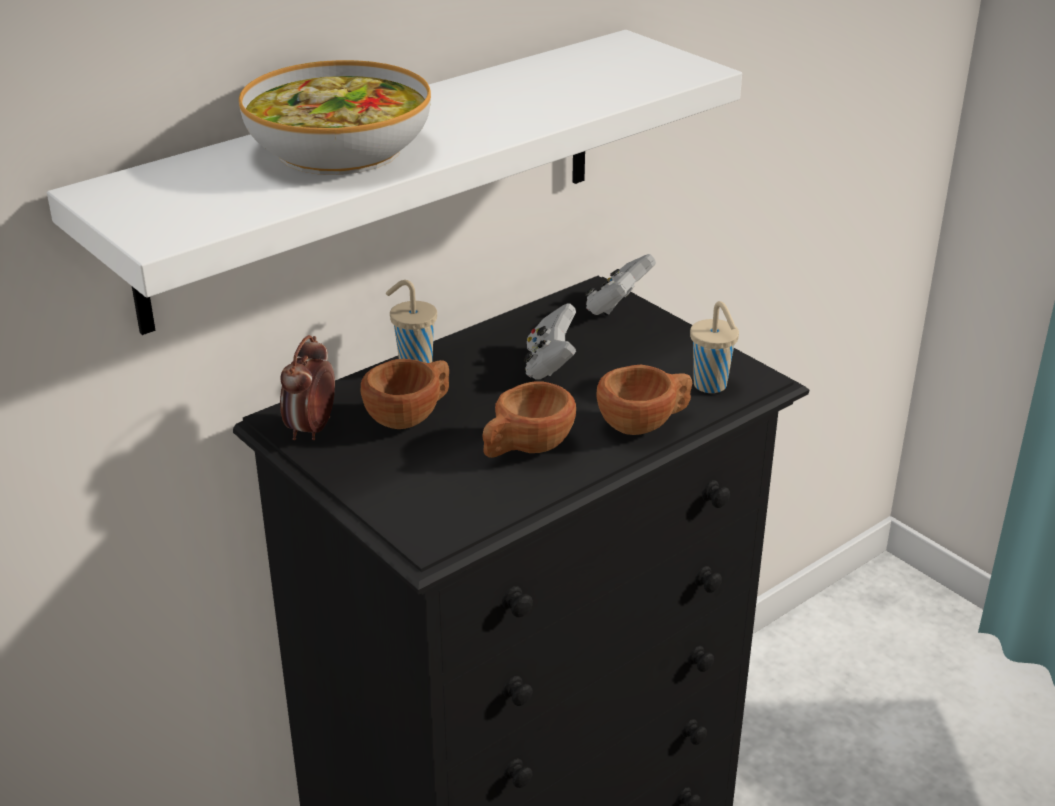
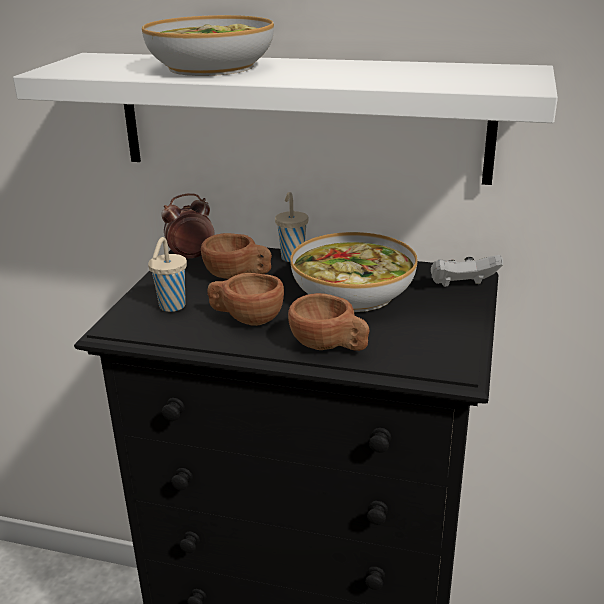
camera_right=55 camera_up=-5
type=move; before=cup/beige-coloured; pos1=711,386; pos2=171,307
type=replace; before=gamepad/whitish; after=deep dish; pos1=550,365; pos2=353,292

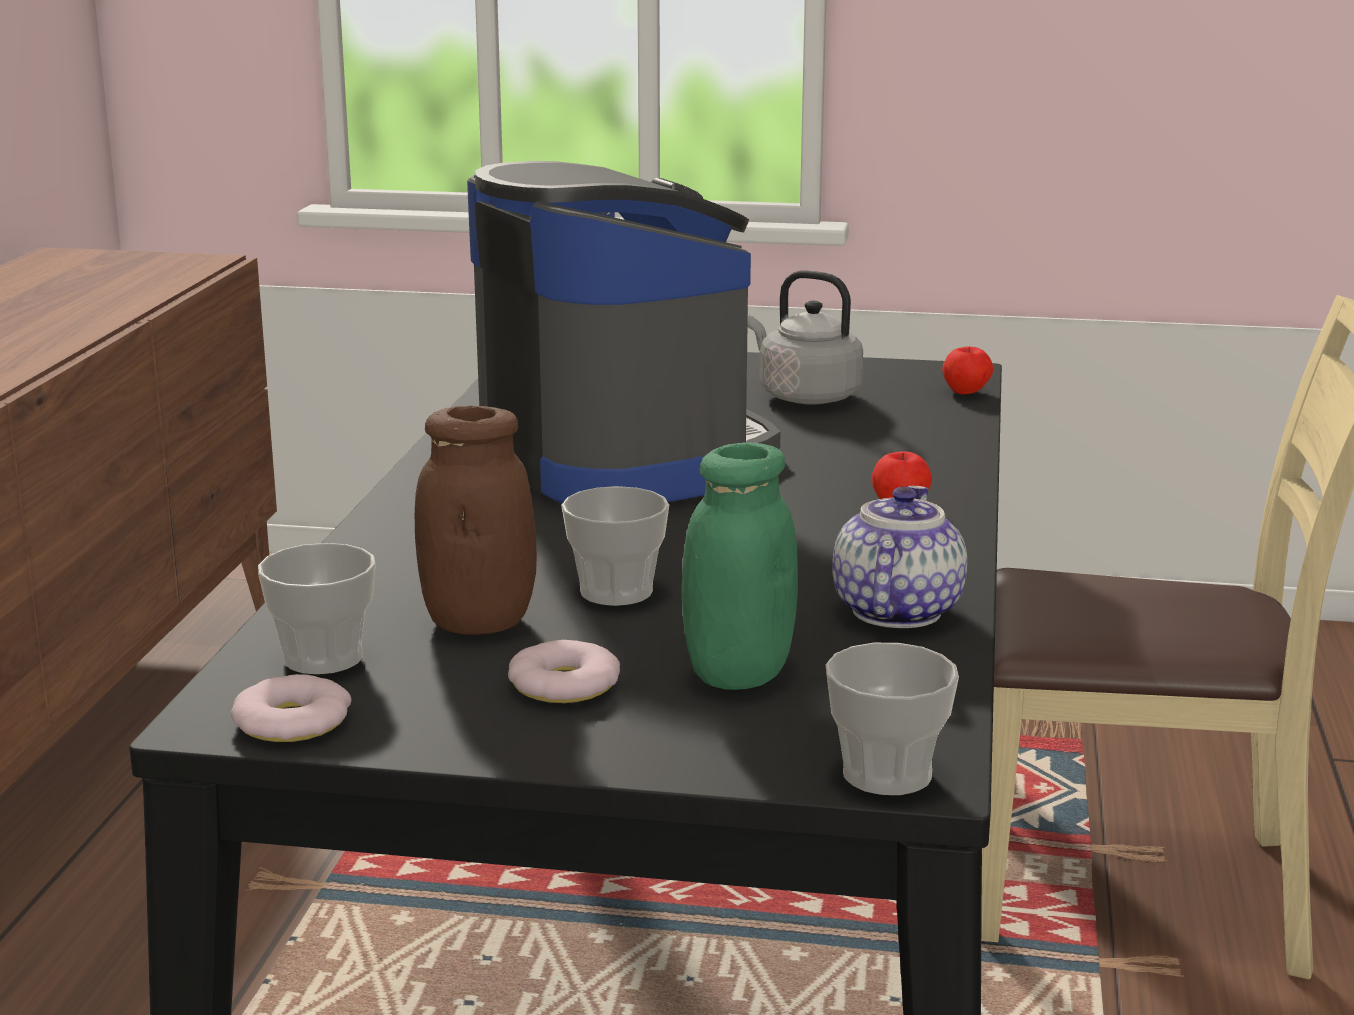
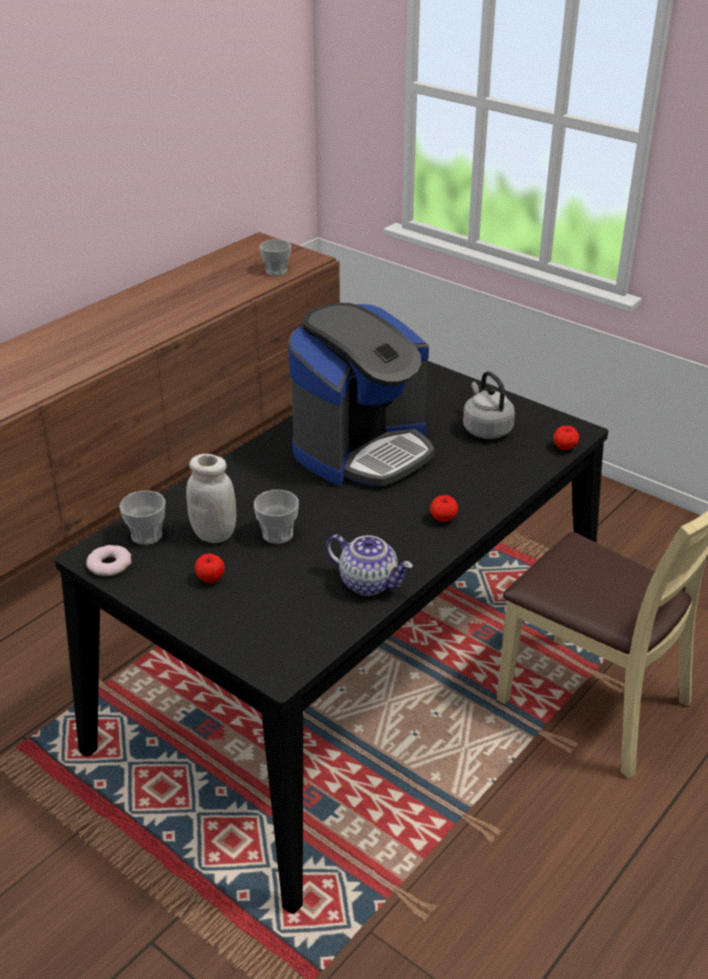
camera_right=30 camera_up=15
type=recolor; before=storage jar/brownish; after=storage jar/whitish; pos1=479,622; pos2=214,534
type=replace; before=ring doughnut; after=apple fruit; pos1=563,684; pos2=210,579
type=move; before=cup; pos1=887,774; pos2=276,271
type=rotate; before=coffee machine; pos1=622,458; pos2=363,450; turn=45
type=rotate; before=teapot; pos1=895,610; pos2=369,583; turn=75
type=delete; before=storage jar/greenish; pos1=738,673

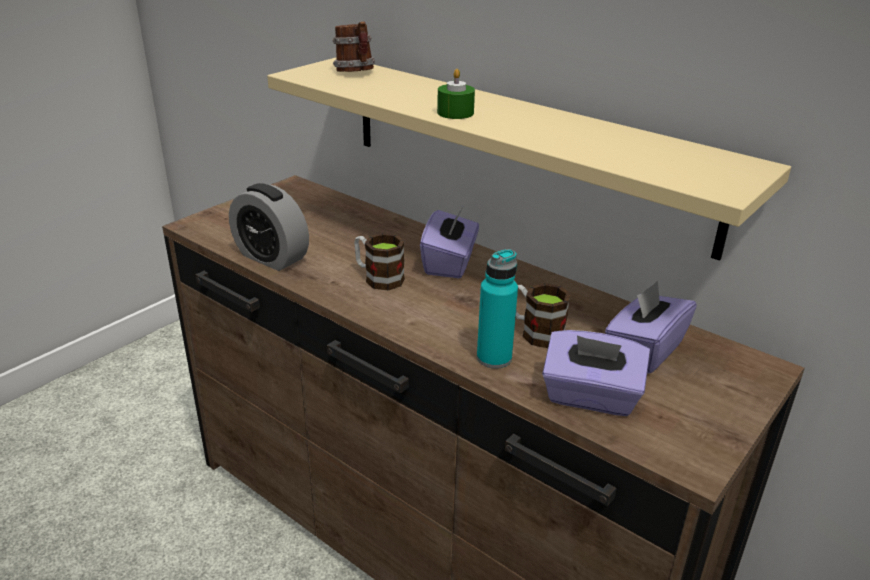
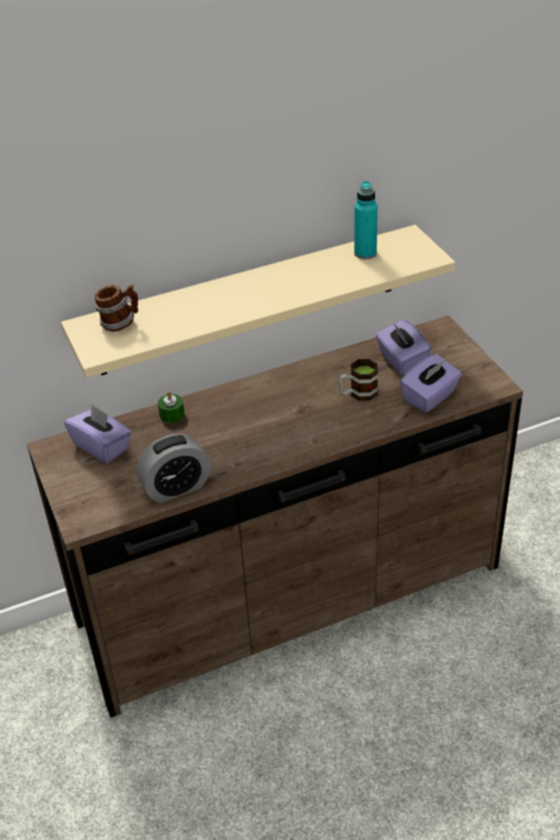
camera_right=-60 camera_up=10
type=move; before=box of tissues/purple-coloured; pos1=450,263; pos2=102,447
type=move; before=wax light/greenish; pos1=455,113; pos2=172,414
type=move; before=bottle/turquoise; pos1=494,358; pos2=365,253
type=delete; before=coffee mug; pos1=378,277

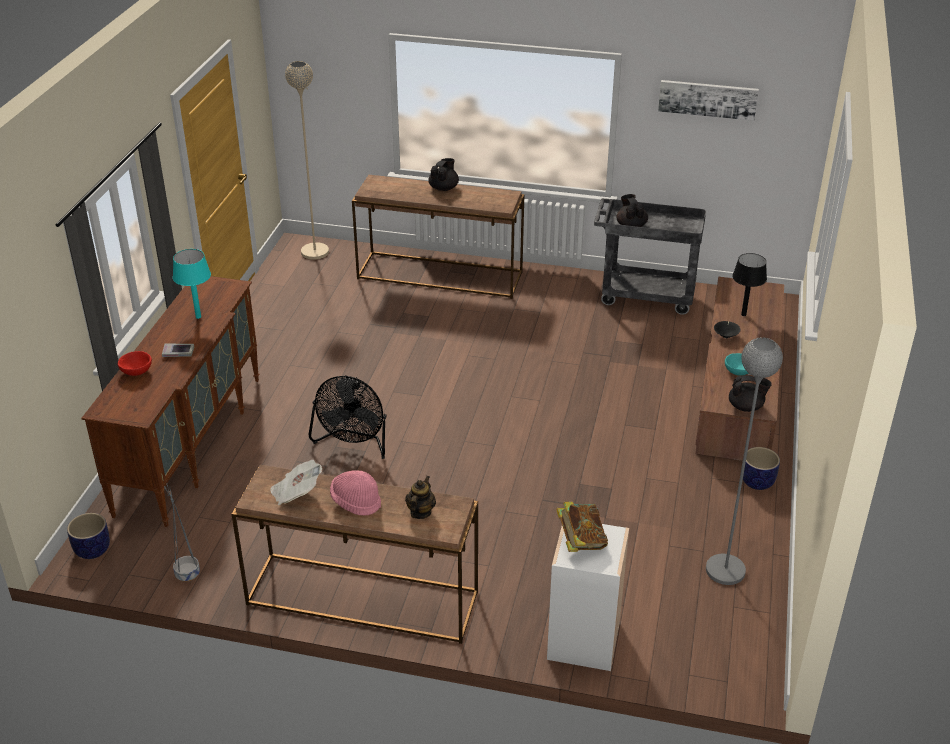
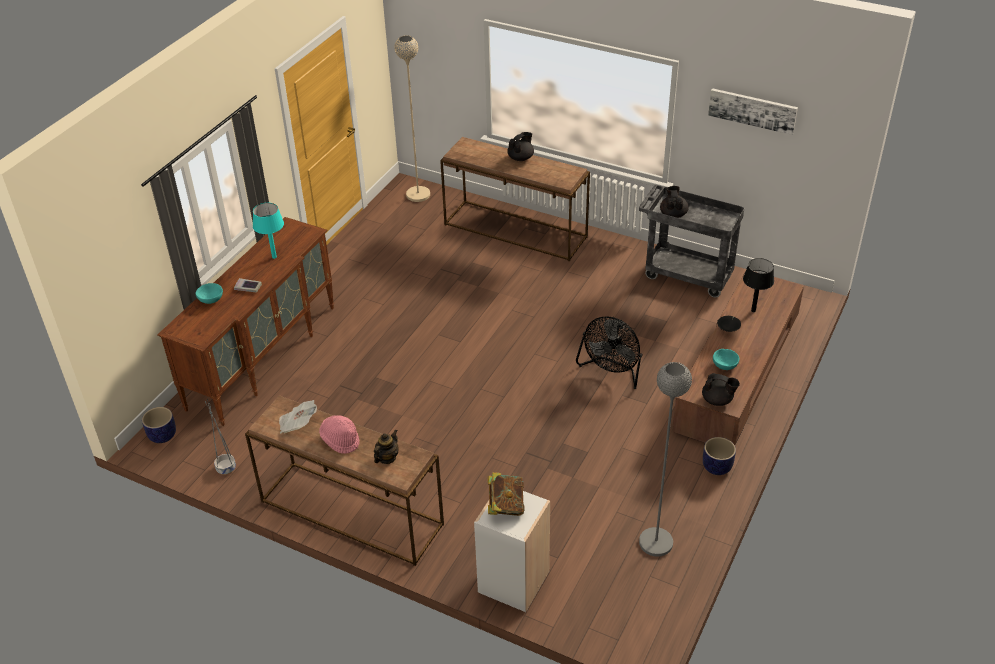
camera_right=15 camera_up=5
type=recolor; before=deep dish/red; after=deep dish/turquoise; pos1=137,371; pos2=211,300
type=move; before=cooling fan/black; pos1=352,440; pos2=611,368

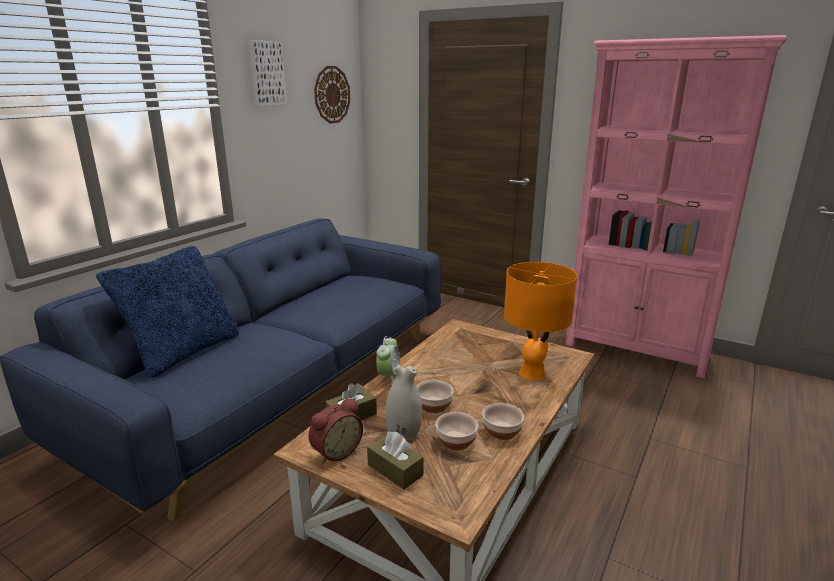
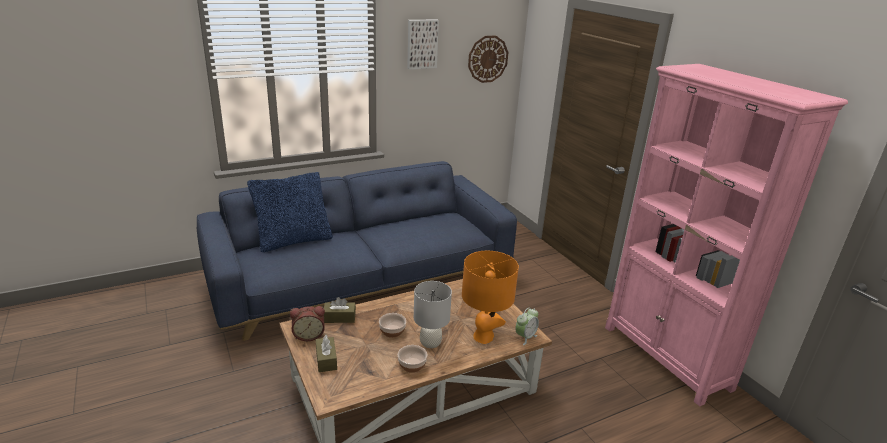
camera_right=30 camera_up=5
type=insert; after=lamp for a table/grey; pos2=429,343
type=move; before=table clock; pos1=388,376; pos2=525,337
type=delete; before=flower vase/whitish; pos1=403,433
type=delete; before=deep dish; pos1=456,441

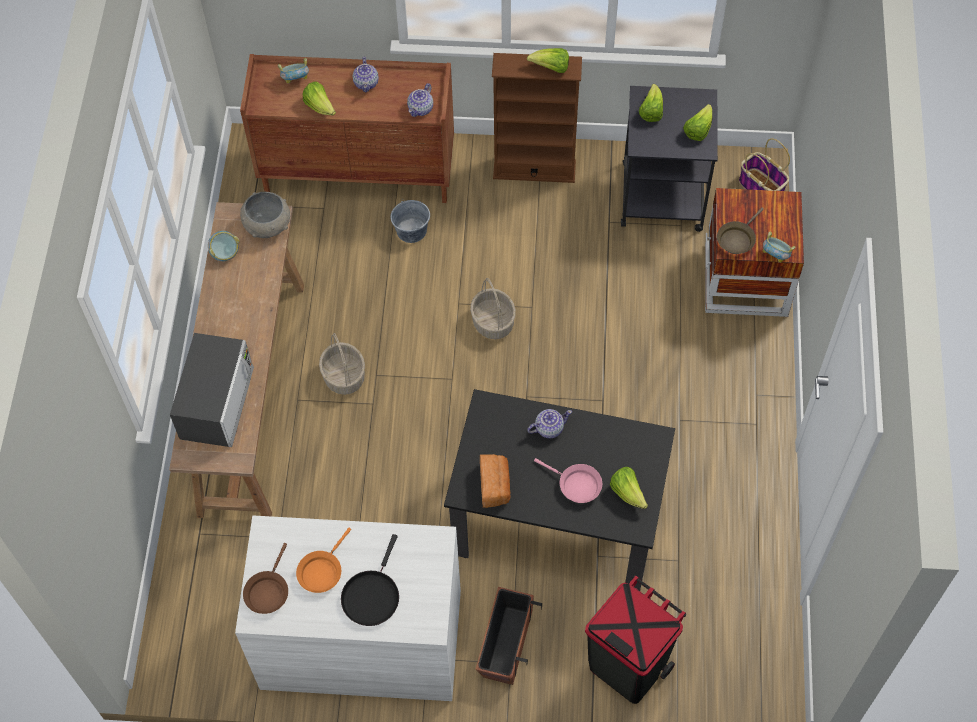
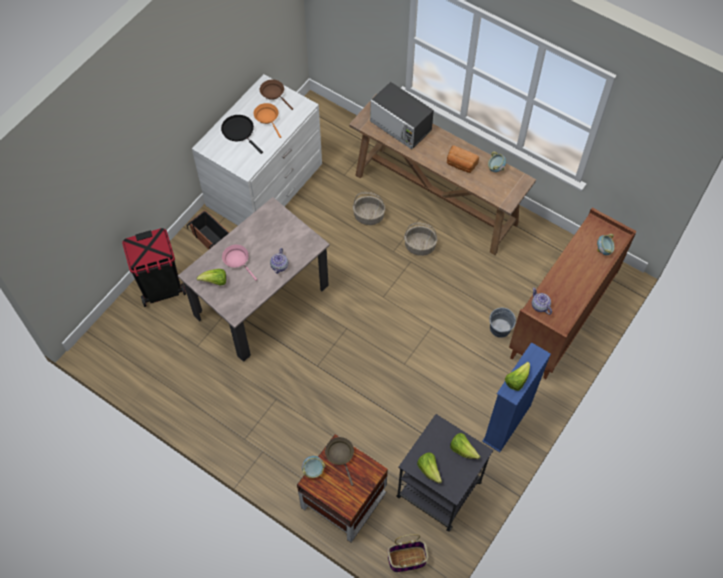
camera_right=120 camera_up=0
type=recolor; before=dinner table/black; after=dinner table/beige-coloured; pos1=557,521; pos2=261,301
type=rotate; before=frying pan/pinkish; pos1=576,485; pos2=237,260; turn=75
type=move; before=household basket; pos1=492,322; pos2=369,216
type=move; before=baked bread; pos1=495,485; pos2=460,165
type=recolor; before=bookshelf/brownish; after=bookshelf/blue; pos1=534,169; pos2=507,423
type=delete; before=deep dish/grey; pos1=268,225
type=delete; before=lettuce head; pos1=320,106
type=delete; before=teapot; pos1=366,83

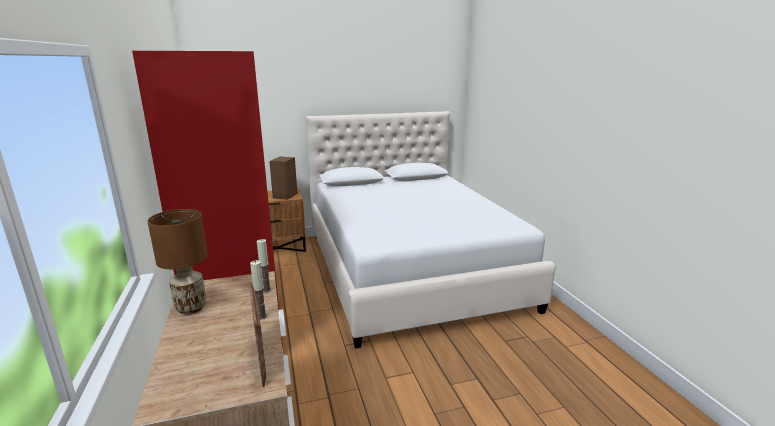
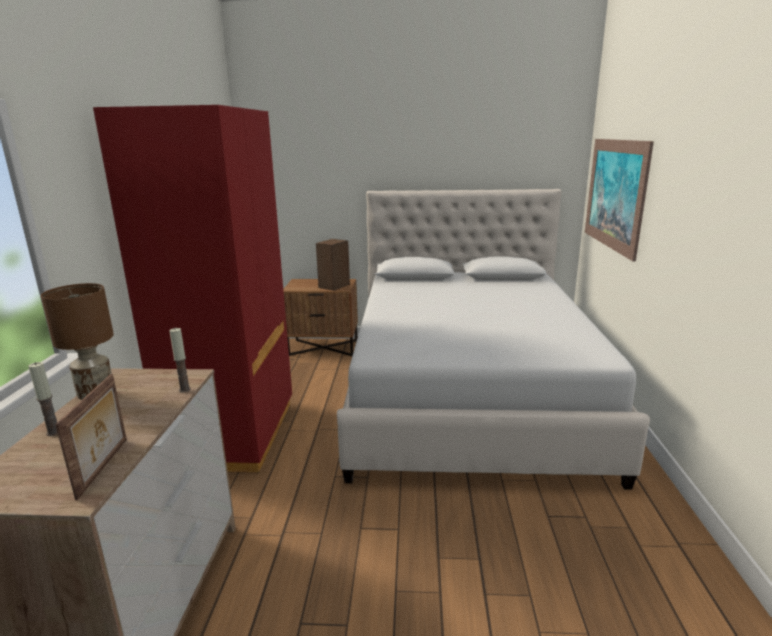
camera_right=20 camera_up=0
type=move; before=wax light; pos1=261,316; pos2=53,432
type=insert; after=picture; pos2=614,194

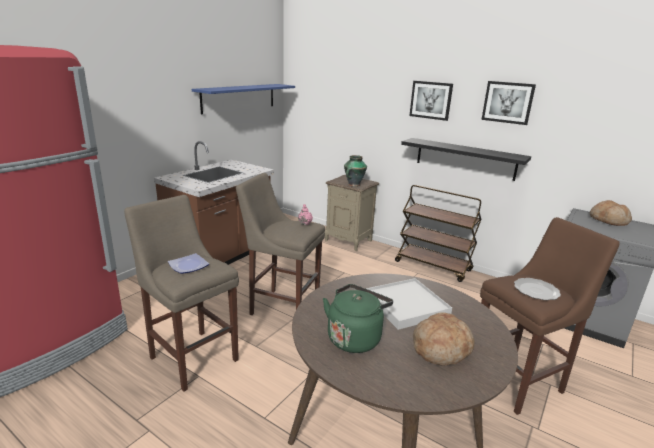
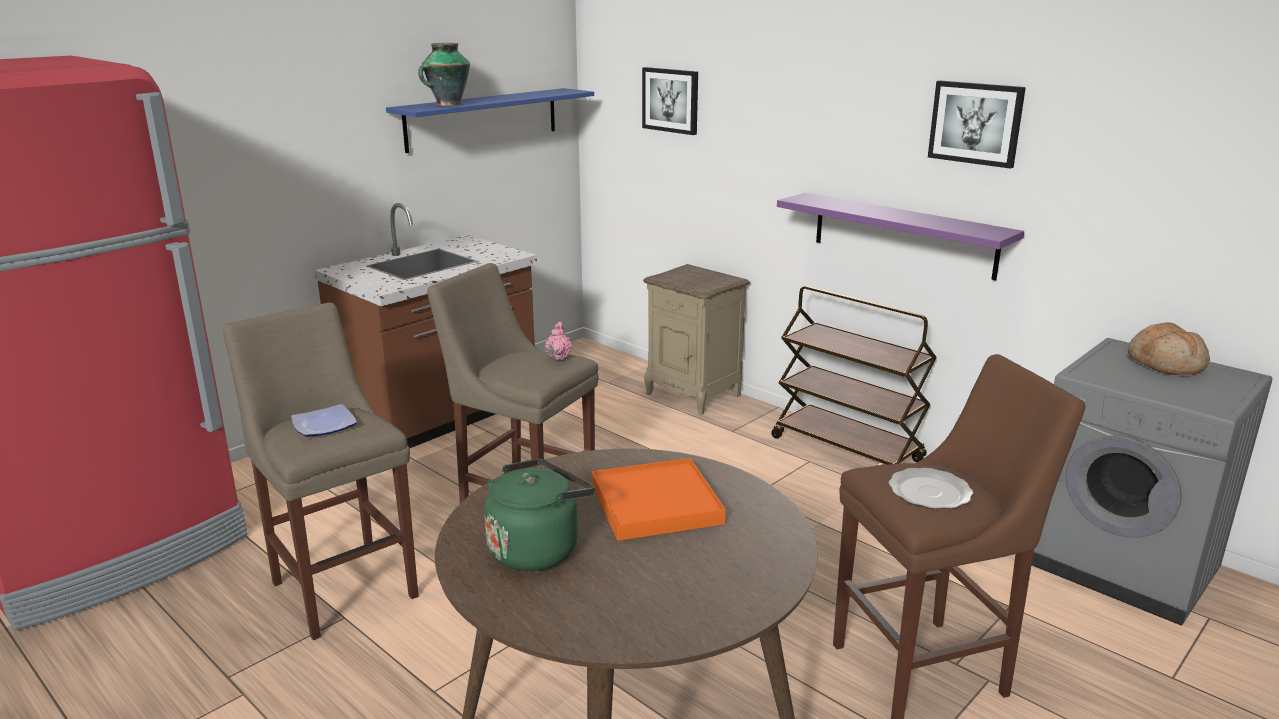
camera_right=10 camera_up=0
type=move; before=flower vase; pos1=353,185; pos2=447,104
type=recolor; before=carrying tray/whitish; after=carrying tray/orange-coloured; pos1=406,305; pos2=656,504
type=move; before=picture; pos1=431,100; pos2=671,100
type=recolor; before=wall shelf/black; after=wall shelf/purple-coloured; pos1=465,158; pos2=903,235
type=delete; before=baked bread; pos1=441,348

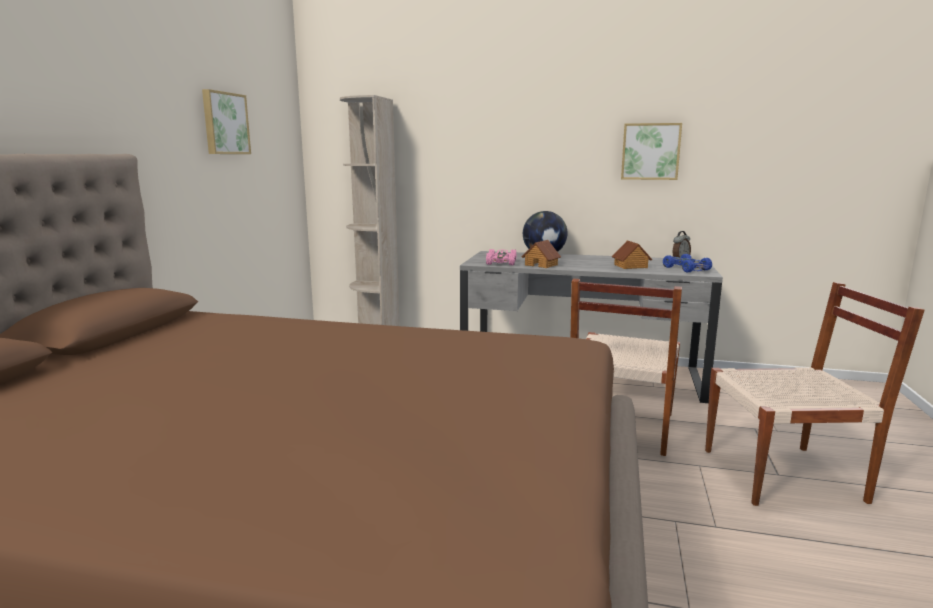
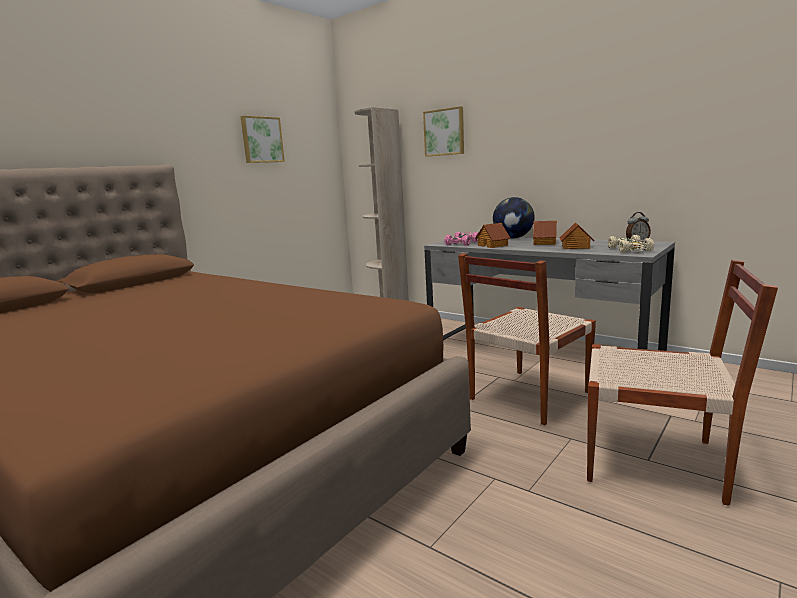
camera_right=25 camera_up=0
type=move; before=picture; pos1=650,151; pos2=444,132
type=insert; after=toy house; pos2=545,243
type=recolor; before=model car/blue; after=model car/beige-coloured; pos1=687,269; pos2=630,249

